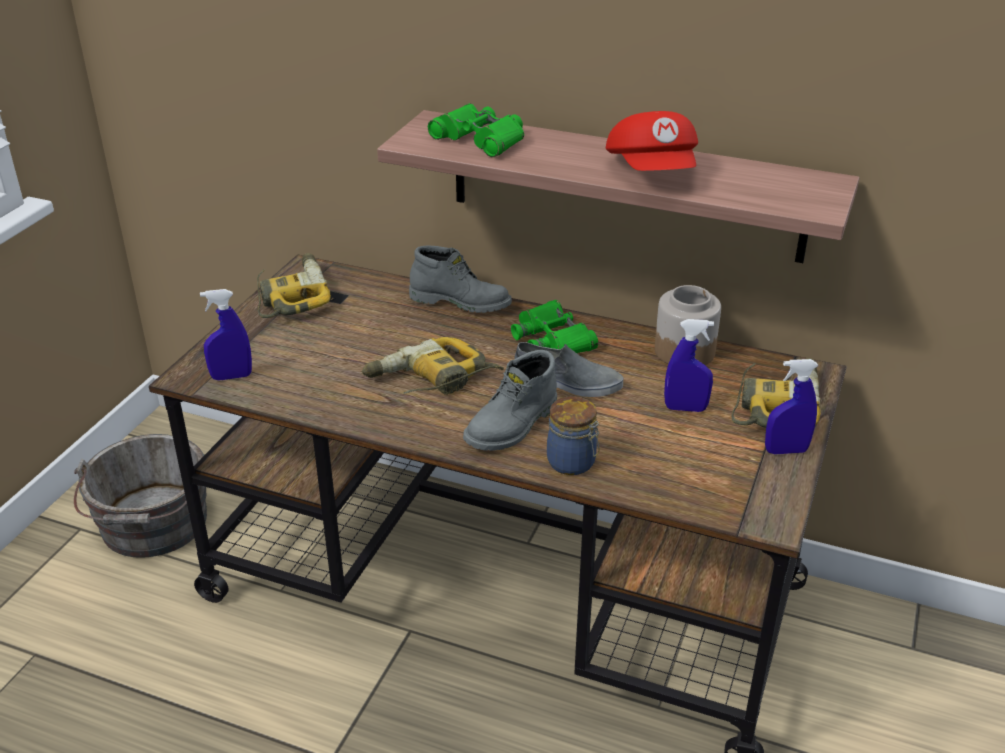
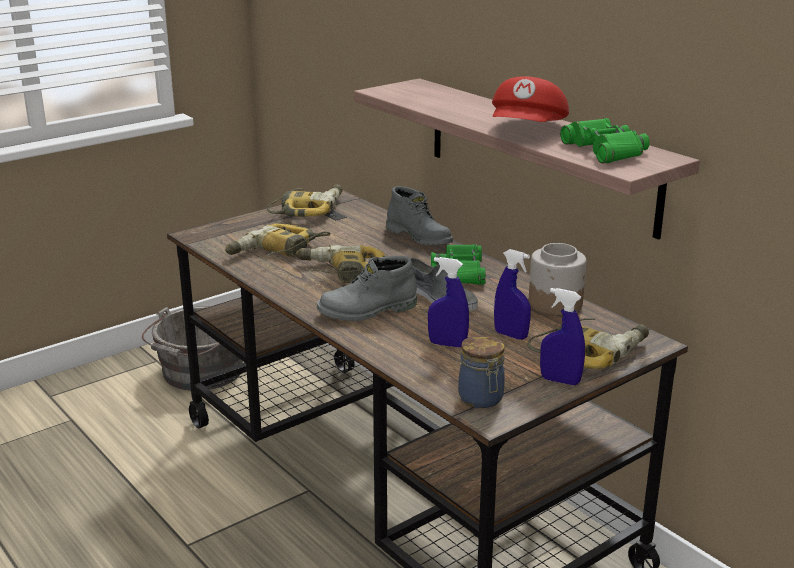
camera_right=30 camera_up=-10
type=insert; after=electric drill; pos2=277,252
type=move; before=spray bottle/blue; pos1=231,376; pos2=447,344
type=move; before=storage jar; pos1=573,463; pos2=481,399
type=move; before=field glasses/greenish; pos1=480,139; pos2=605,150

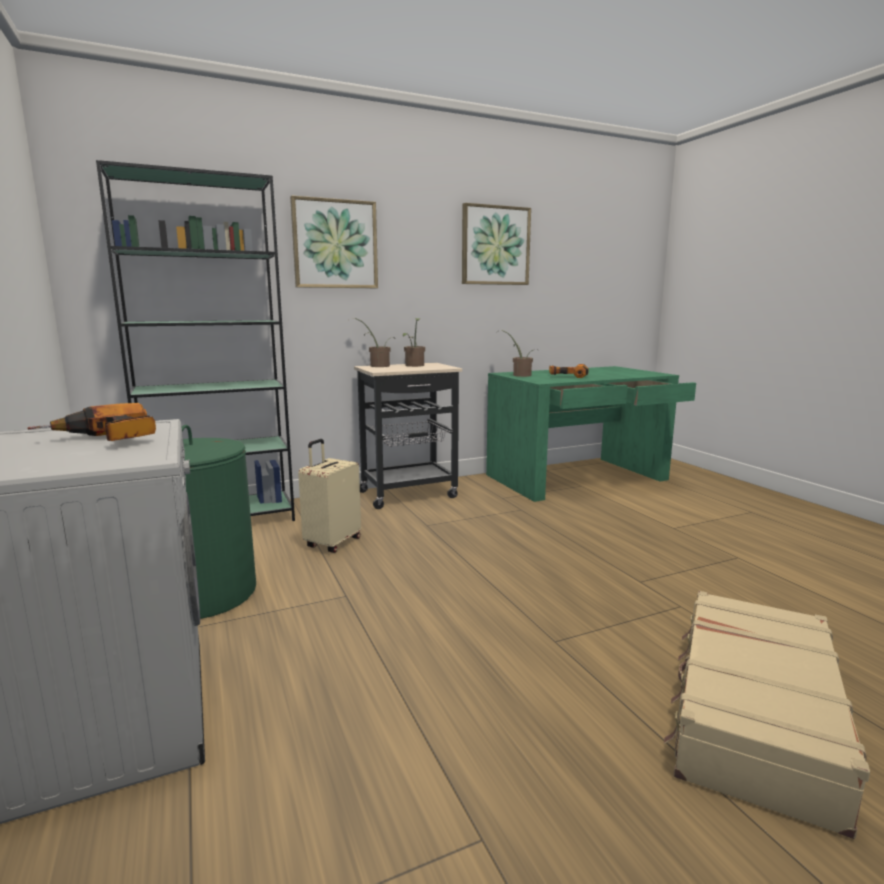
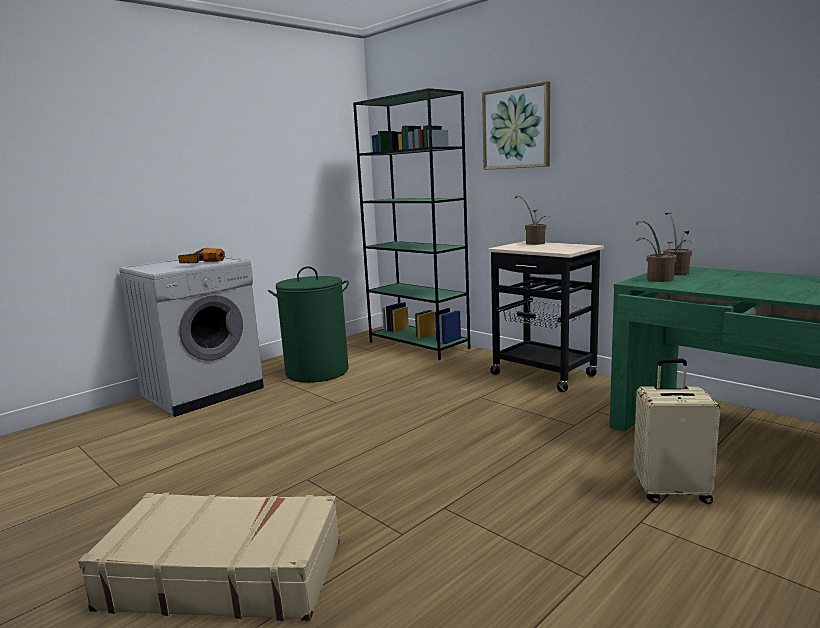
camera_right=70 camera_up=0
type=move; before=suitcase/beige-coloured; pos1=332,543; pos2=671,491
type=move; before=plant in a pot; pos1=414,366; pos2=656,280
type=delete; before=picture; pos1=495,246
type=delete; before=electric drill; pos1=568,376

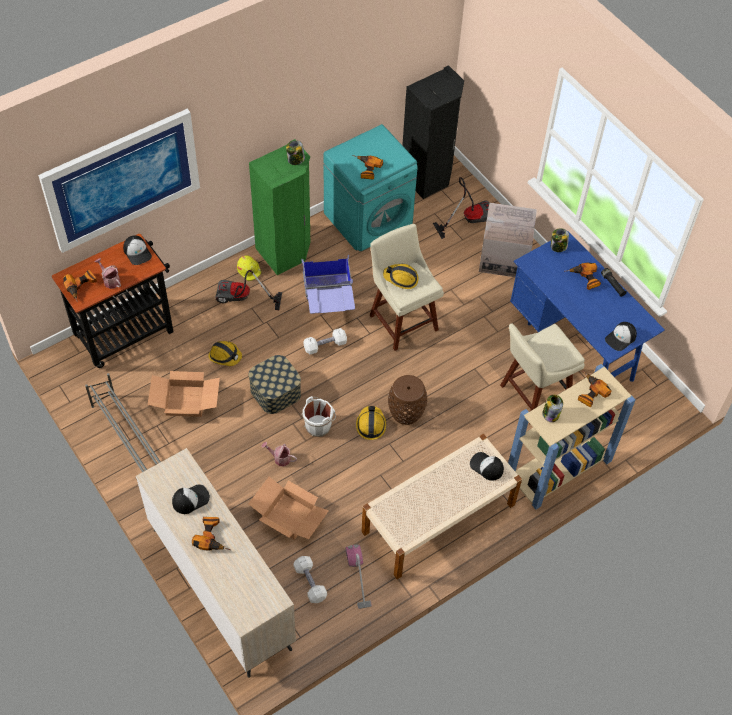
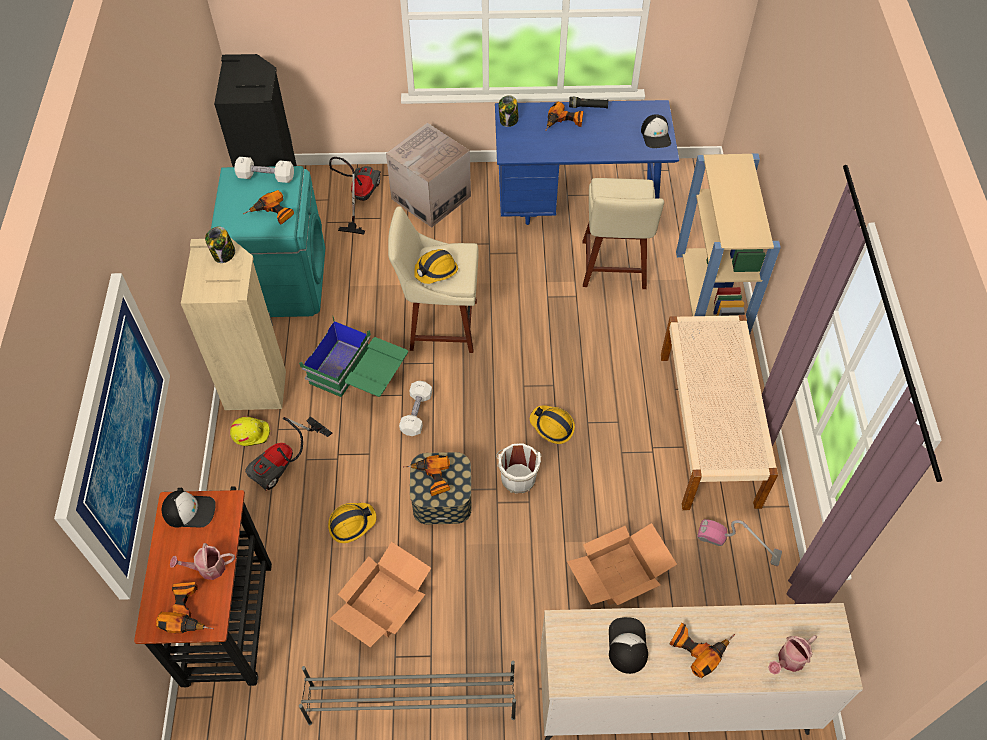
camera_right=-55 camera_up=0
type=recolor; before=cupboard/greenish; after=cupboard/beige-coloured; pos1=286,250; pos2=255,381
type=move; before=free weight/whitish; pos1=310,583; pos2=266,177
type=recolor; before=storage box/blue; after=storage box/greenish; pos1=328,300; pos2=359,377
type=move; before=electric drill; pos1=589,393; pos2=431,478
type=move; before=sprinkling can; pos1=280,458; pos2=788,660
type=delete; before=stool seat/brownish; pos1=406,412
type=delete; before=peaked cap; pos1=486,467
type=delete; before=storage jar; pos1=550,414

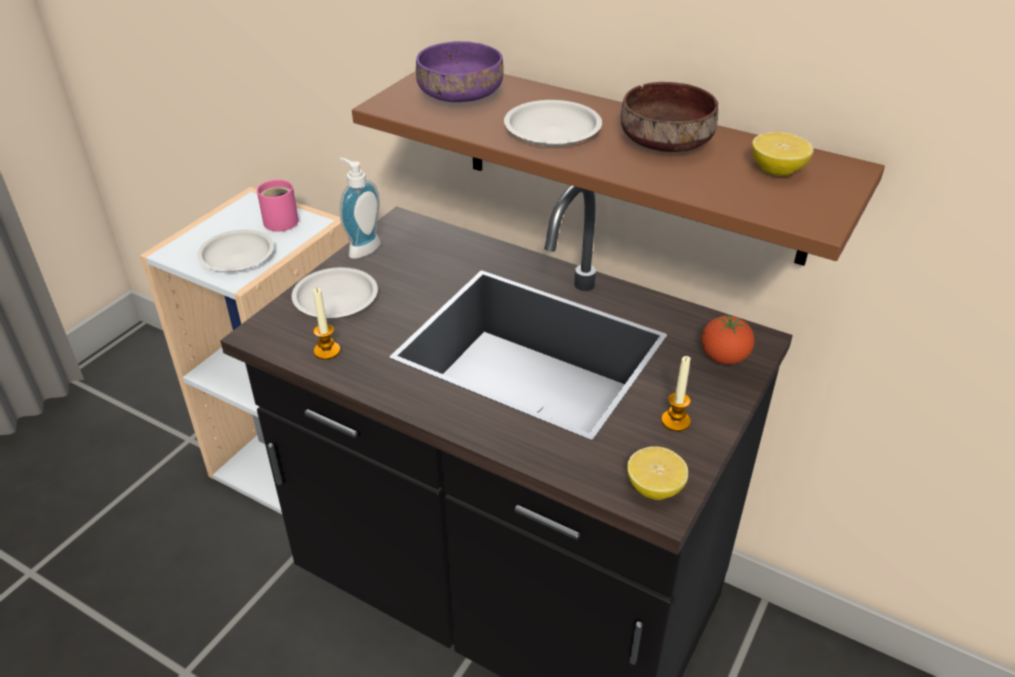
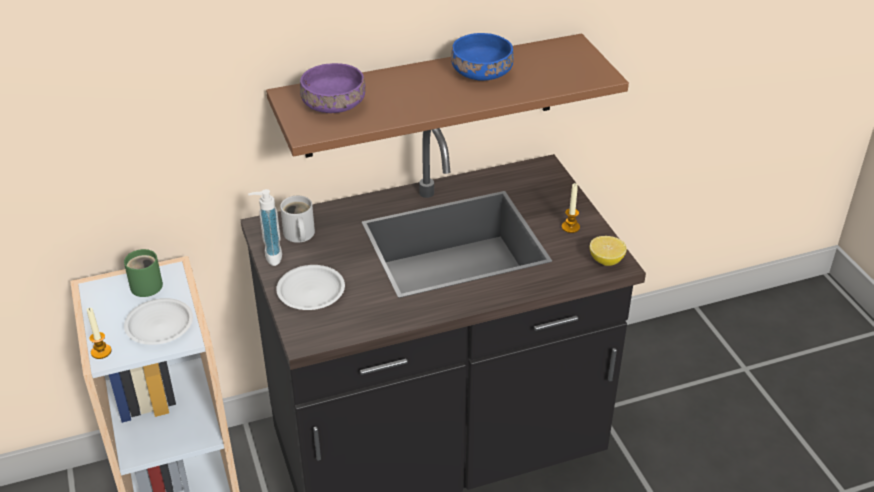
camera_right=-50 camera_up=0
type=move; before=wax light; pos1=327,351; pos2=101,352
type=recolor; before=coffee mug/pinkish; after=coffee mug/greenish; pos1=283,220; pos2=146,284
type=insert; after=coffee mug/whitish; pos2=298,235
type=recolor; before=deep dish/brownish; after=deep dish/blue; pos1=666,143; pos2=483,73
type=delete; before=flat dish/whitish; pos1=551,129
type=delete; before=whole tomato; pos1=724,358
type=delete; before=citrus fruit; pos1=777,170

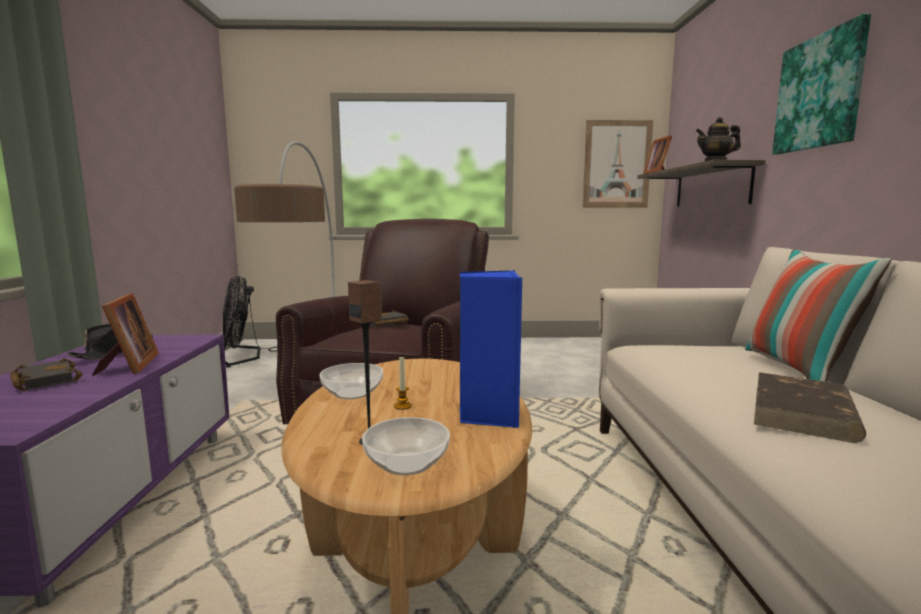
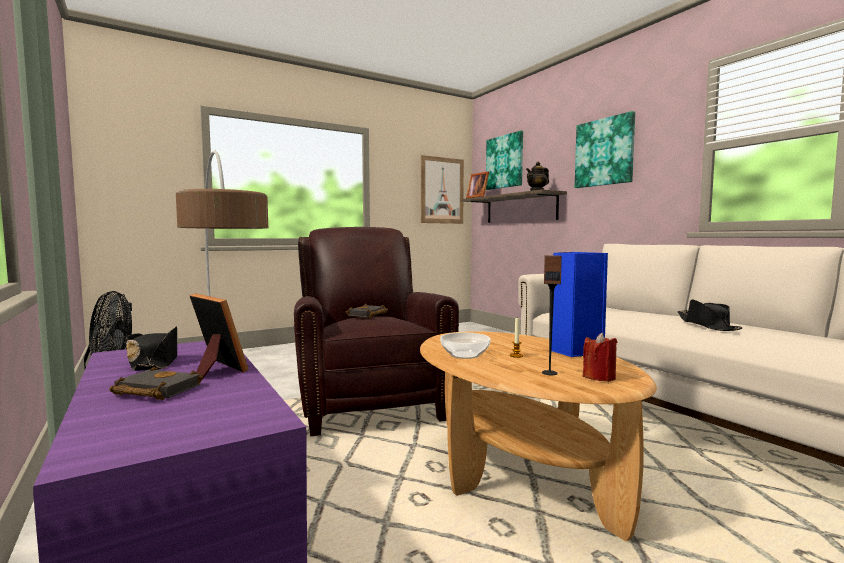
camera_right=-30 camera_up=-5
type=insert; after=picture; pos2=505,162
type=replace; before=deep dish; after=wax light/red; pos1=408,464; pos2=599,377
type=replace; before=bound book/brownish; after=hat/black; pos1=803,413; pos2=707,325
type=delete; before=cushion; pos1=799,369

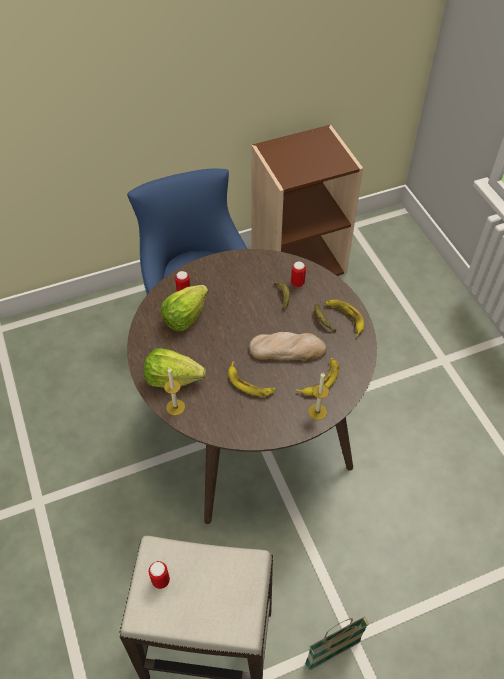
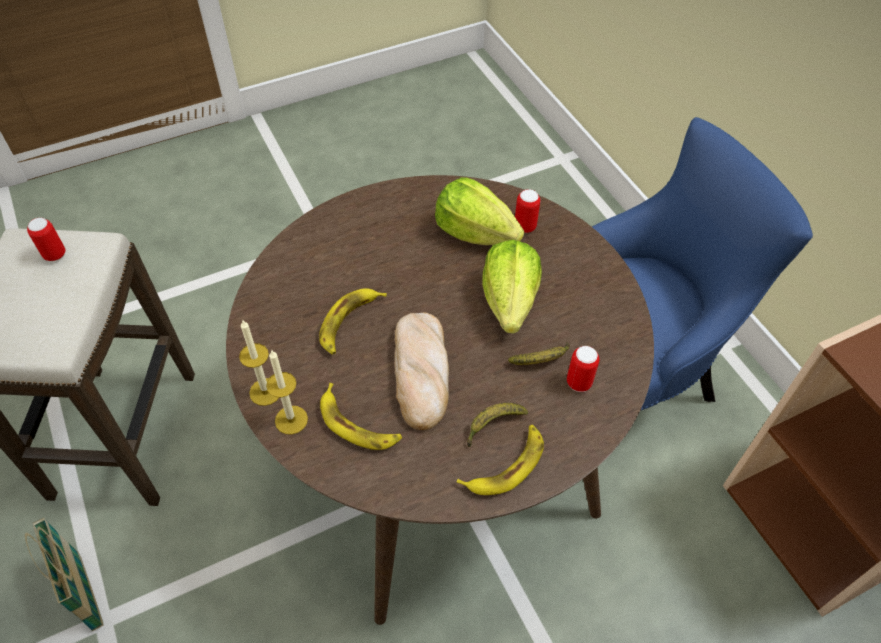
camera_right=85 camera_up=0
type=move; before=wax light; pos1=175,407; pos2=265,392
type=move; before=lettuce head; pos1=172,378; pos2=509,302

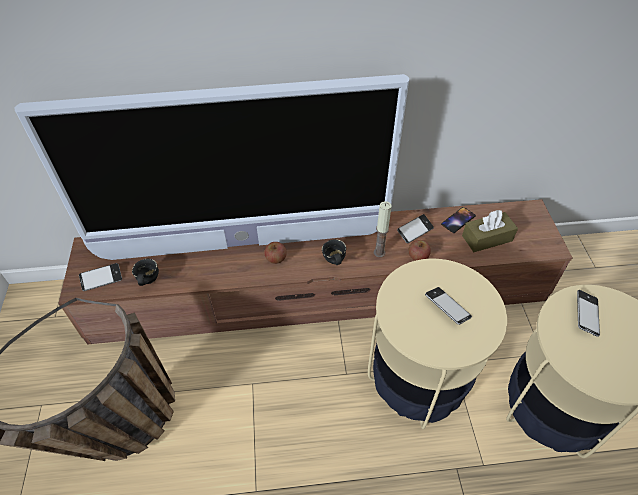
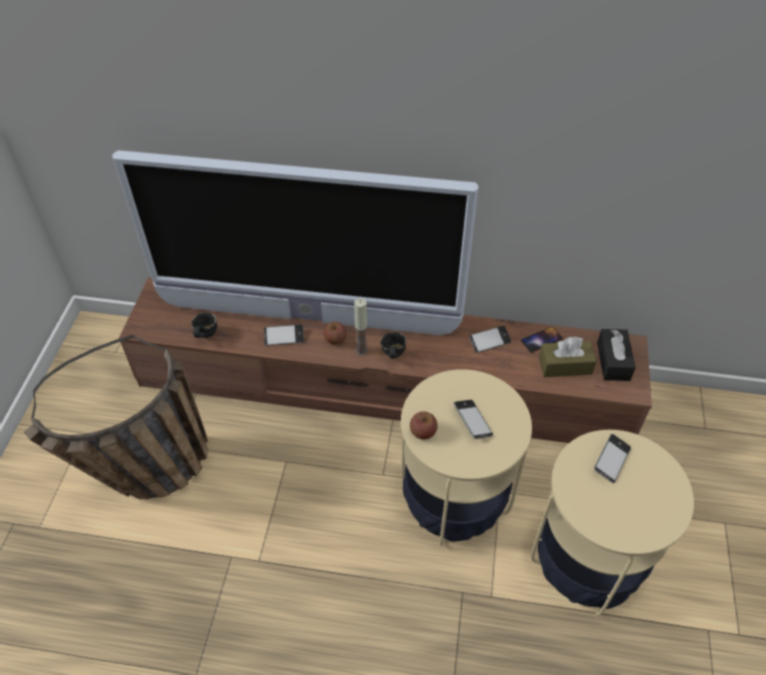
camera_right=15 camera_up=0
type=move; before=handset; pos1=101,279; pos2=284,337
type=move; before=wax light; pos1=379,252; pos2=361,351
type=move; before=apple fruit; pos1=418,256; pos2=423,432
type=insert; after=box of tissues/black; pos2=613,361

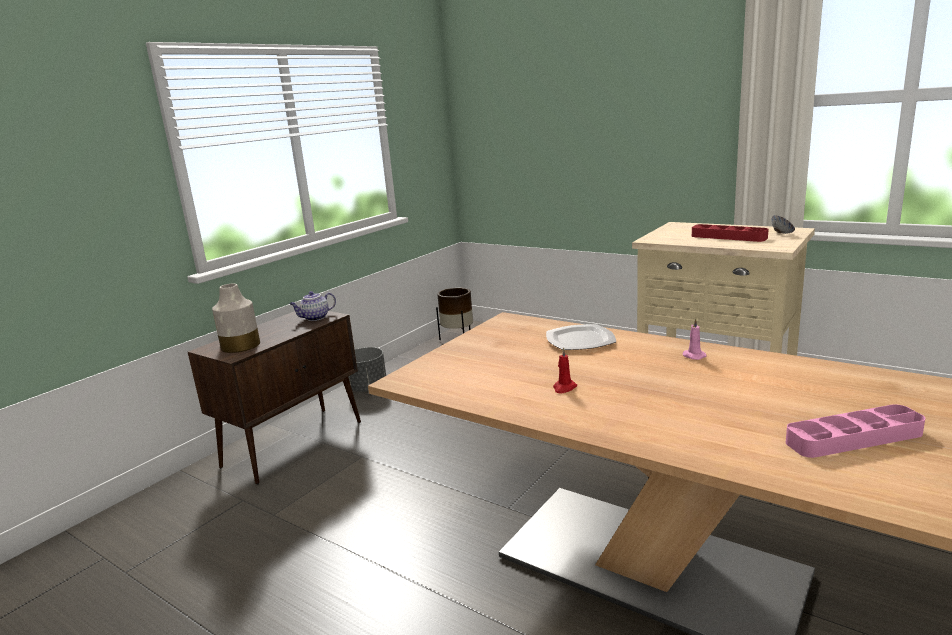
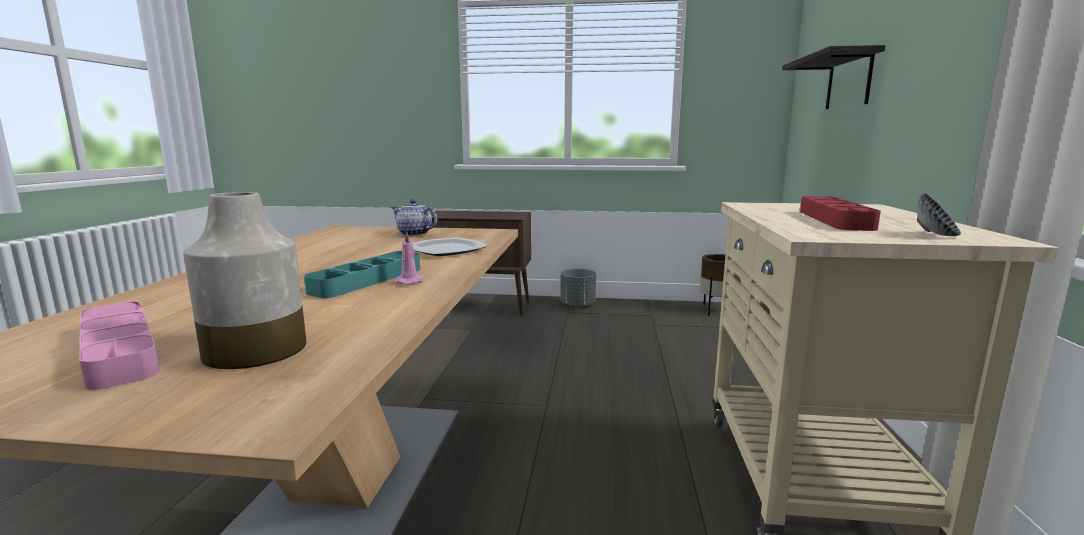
camera_right=60 camera_up=-5
type=move; before=flower vase/beige-coloured; pos1=240,345; pos2=256,348
type=insert; after=carrying tray/turquoise; pos2=368,280
type=move; before=teapot; pos1=315,318; pos2=413,234
type=insert; after=wall shelf; pos2=849,81
type=delete; before=wax light/red; pos1=564,388

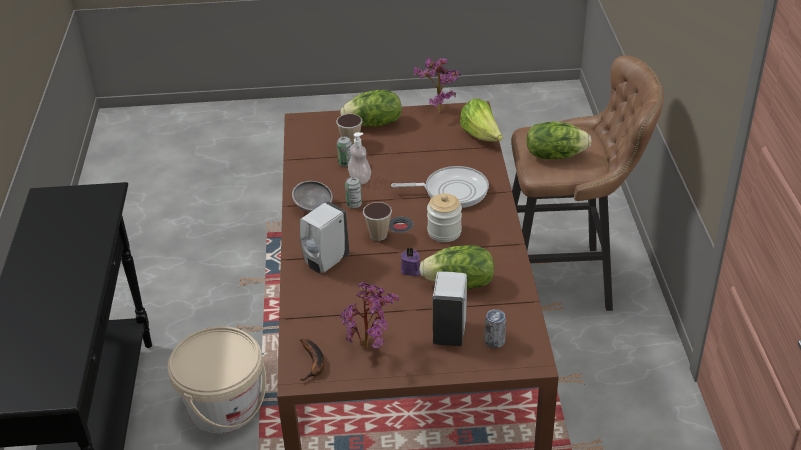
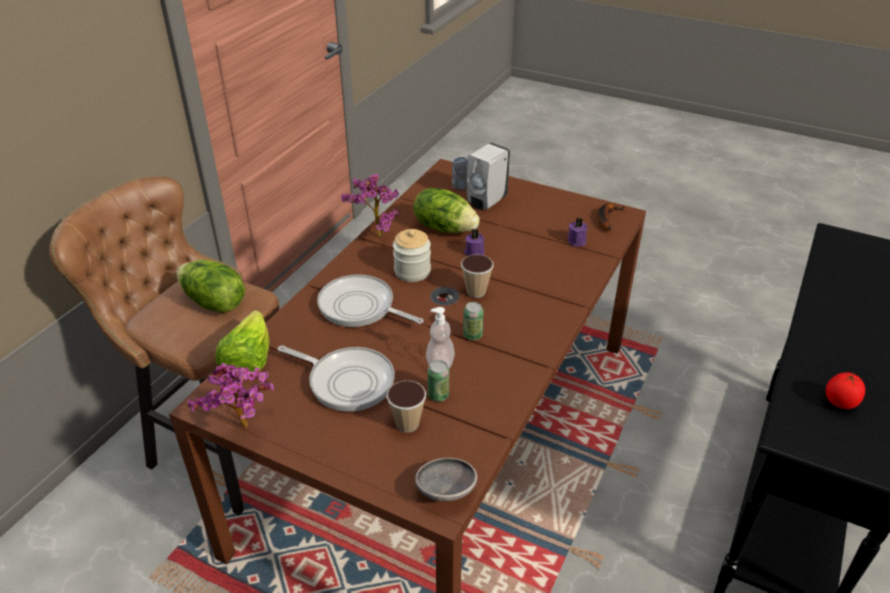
camera_right=-150 camera_up=0
type=insert; after=frying pan; pos2=347,381
type=move; before=plant in a pot; pos1=370,346; pos2=375,235
type=move; before=deep dish/grey; pos1=313,207; pos2=446,490
type=insert; after=wax light/purple-coloured; pos2=577,241
type=insert; after=whole tomato; pos2=839,403
type=delete; before=water bucket/beige-coloured; pos1=224,407
type=delete; before=soap dispenser/whitish; pos1=325,262
type=delete; before=lettuce head; pos1=374,124

